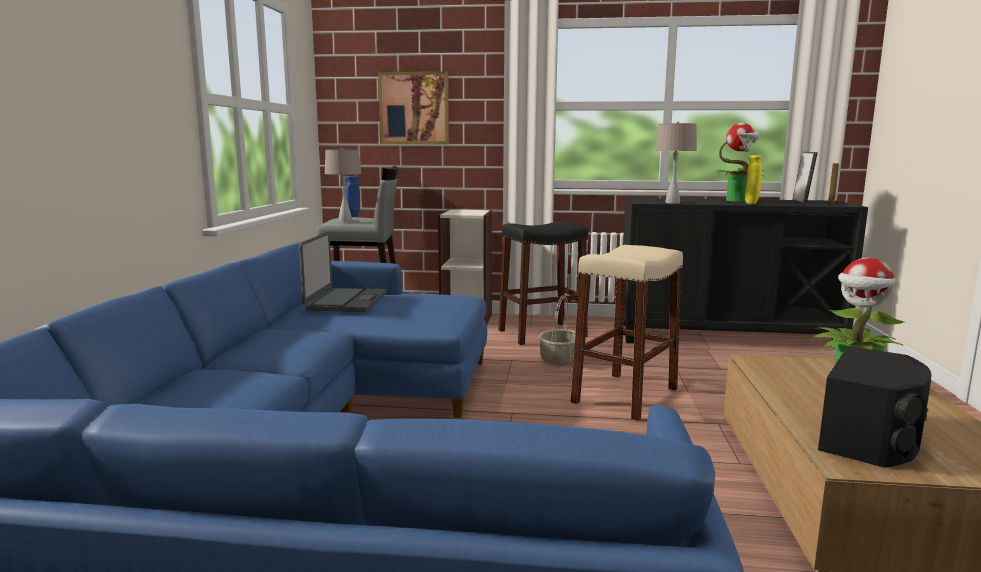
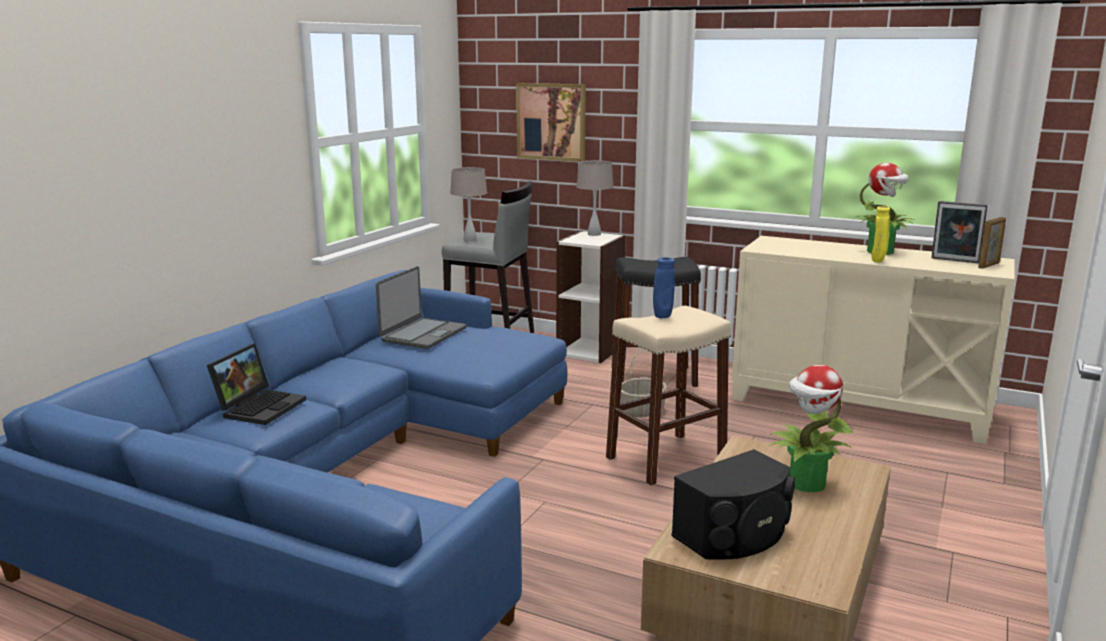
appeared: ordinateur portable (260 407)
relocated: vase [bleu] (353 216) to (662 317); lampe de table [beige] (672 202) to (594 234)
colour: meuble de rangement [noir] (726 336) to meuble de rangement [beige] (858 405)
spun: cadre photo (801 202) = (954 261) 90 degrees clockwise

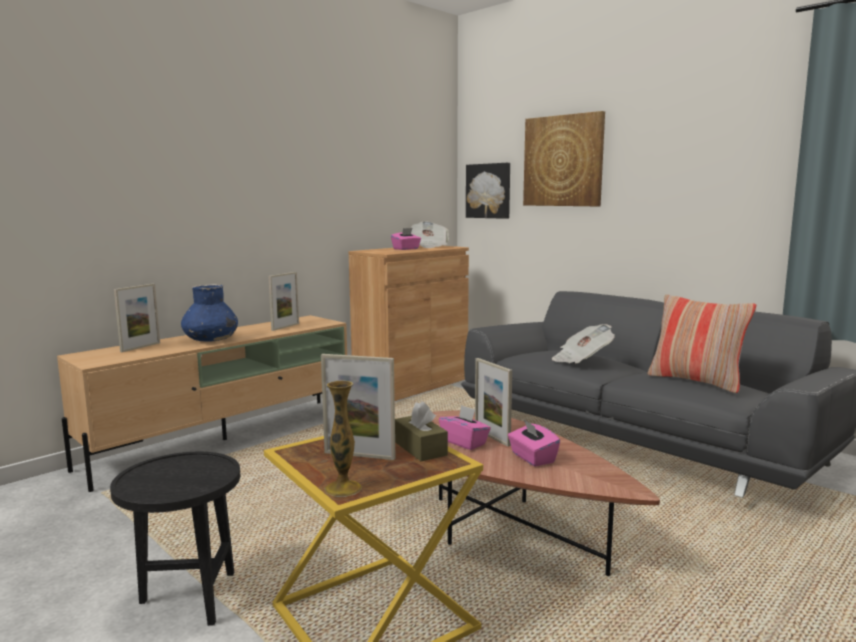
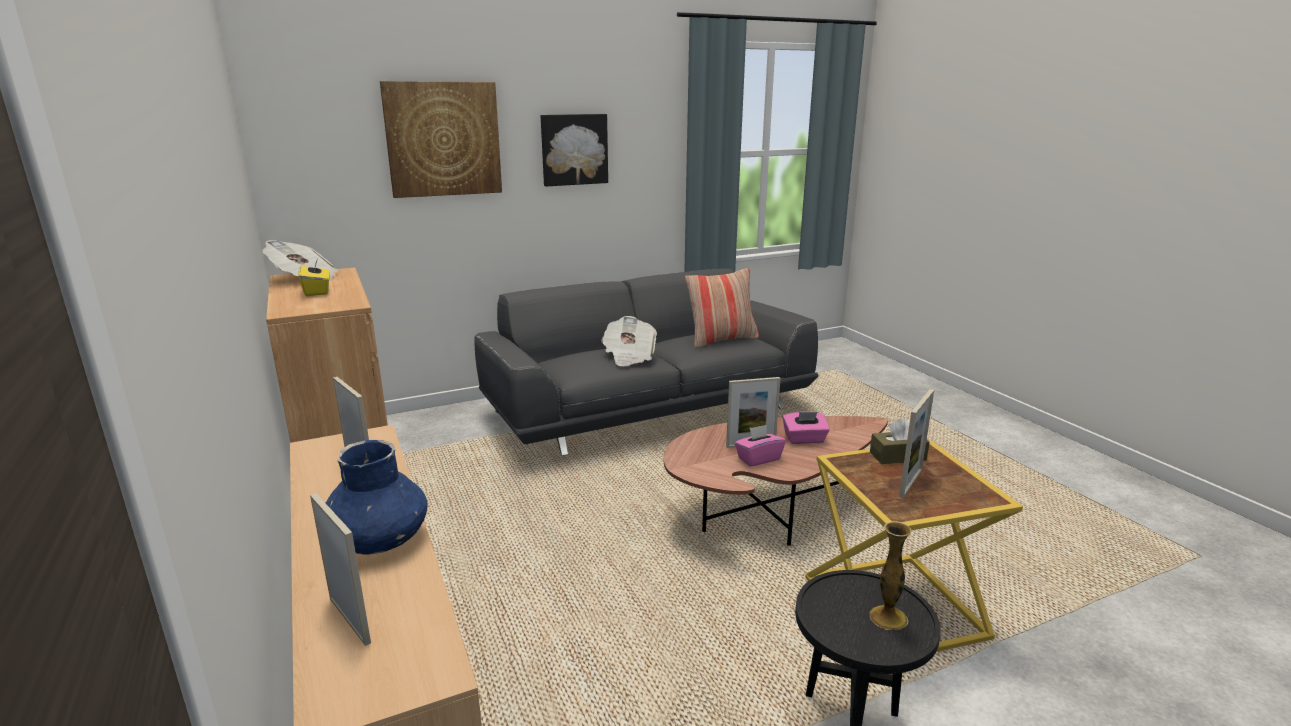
relocated: vase (343 488) to (888 617); tableau (489 191) to (574 149)
colour: boîte à mouchoirs [rose] (406 249) to boîte à mouchoirs [jaune] (317 291)

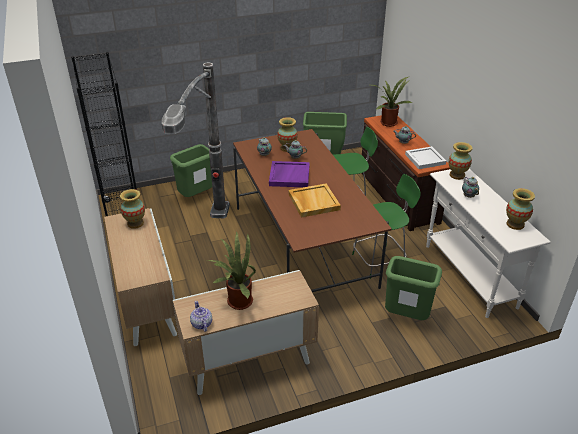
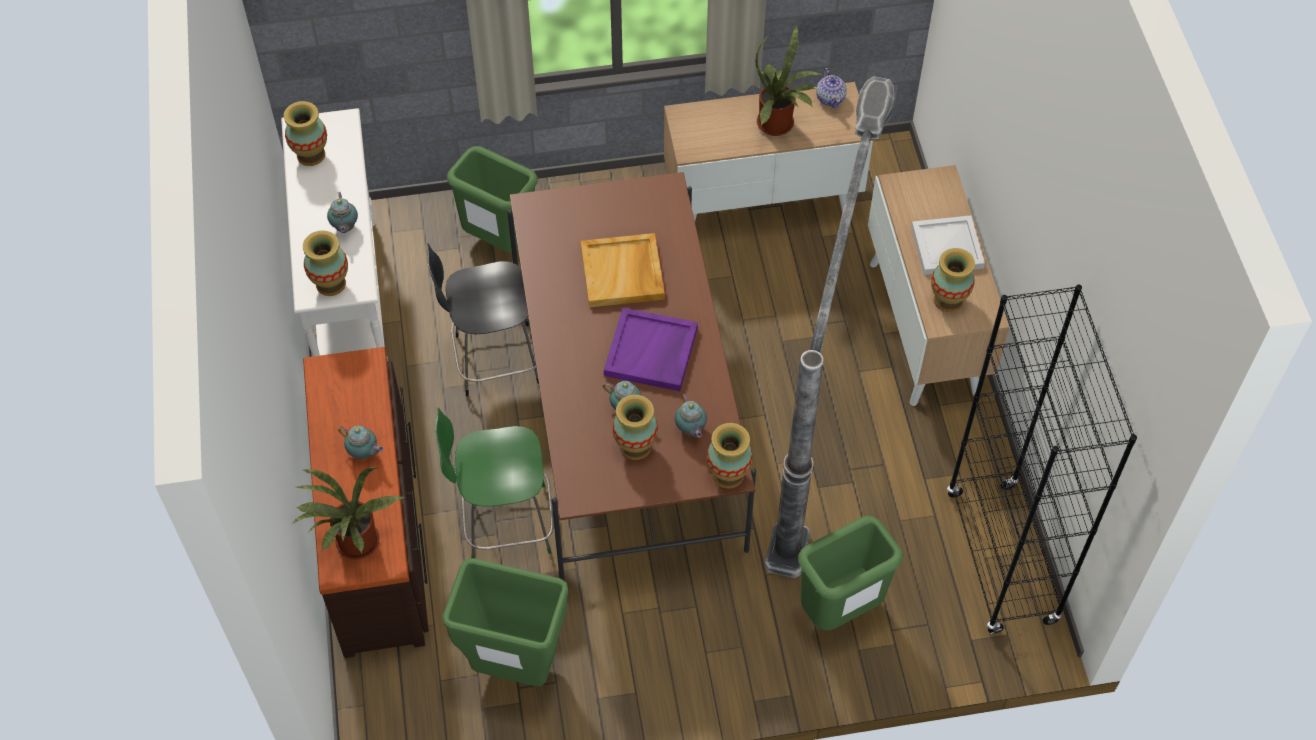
appeared: vase (728 474)
relocated: plateau [blanc] (424 159) to (947 246)
colour: chaise [vert] (380 261) to chaise [noir] (493 360)

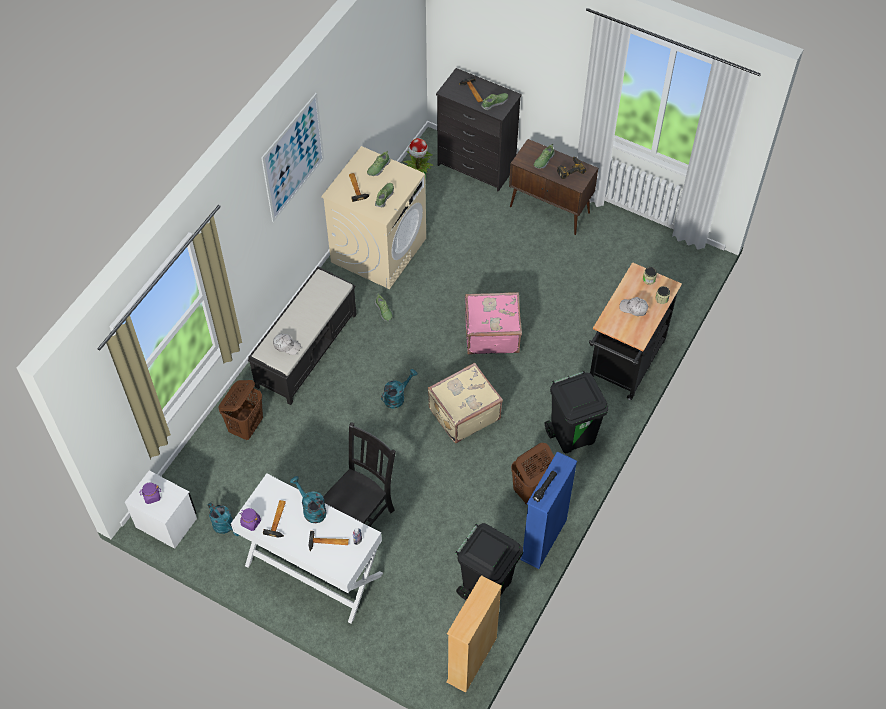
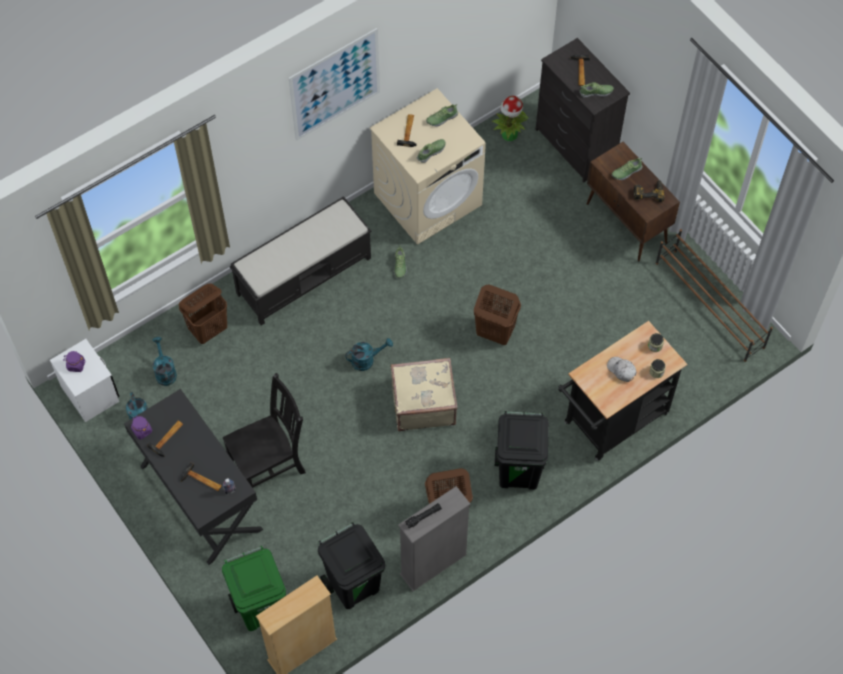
missing: casquette [blanc] (286 346)
appeared: poubelle [vert] (261 608); étagère à chaussures [marron] (709 305)
relocated: arrosoir [turquoise] (311 509) to (164 371)
exchanged: valise [rose] (491 333) to panier à linge [marron] (494 332)
colour: bureau [blanc] (313 570) to bureau [noir] (200 498); bibliothèque [bleu] (544 539) to bibliothèque [gris] (433 564)

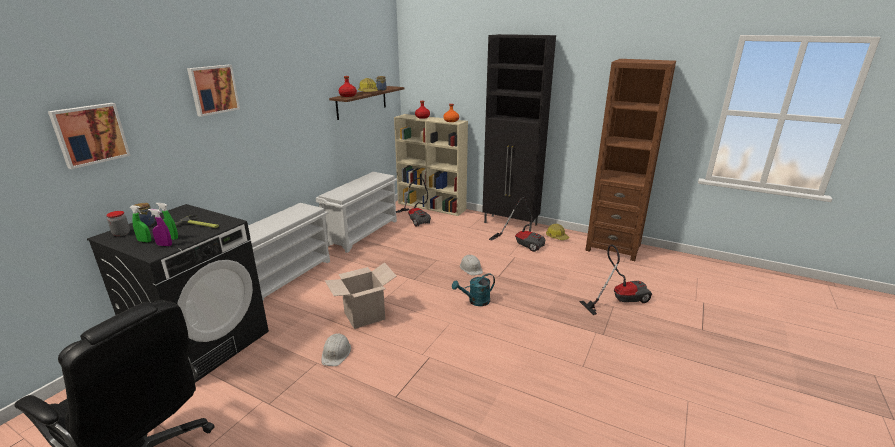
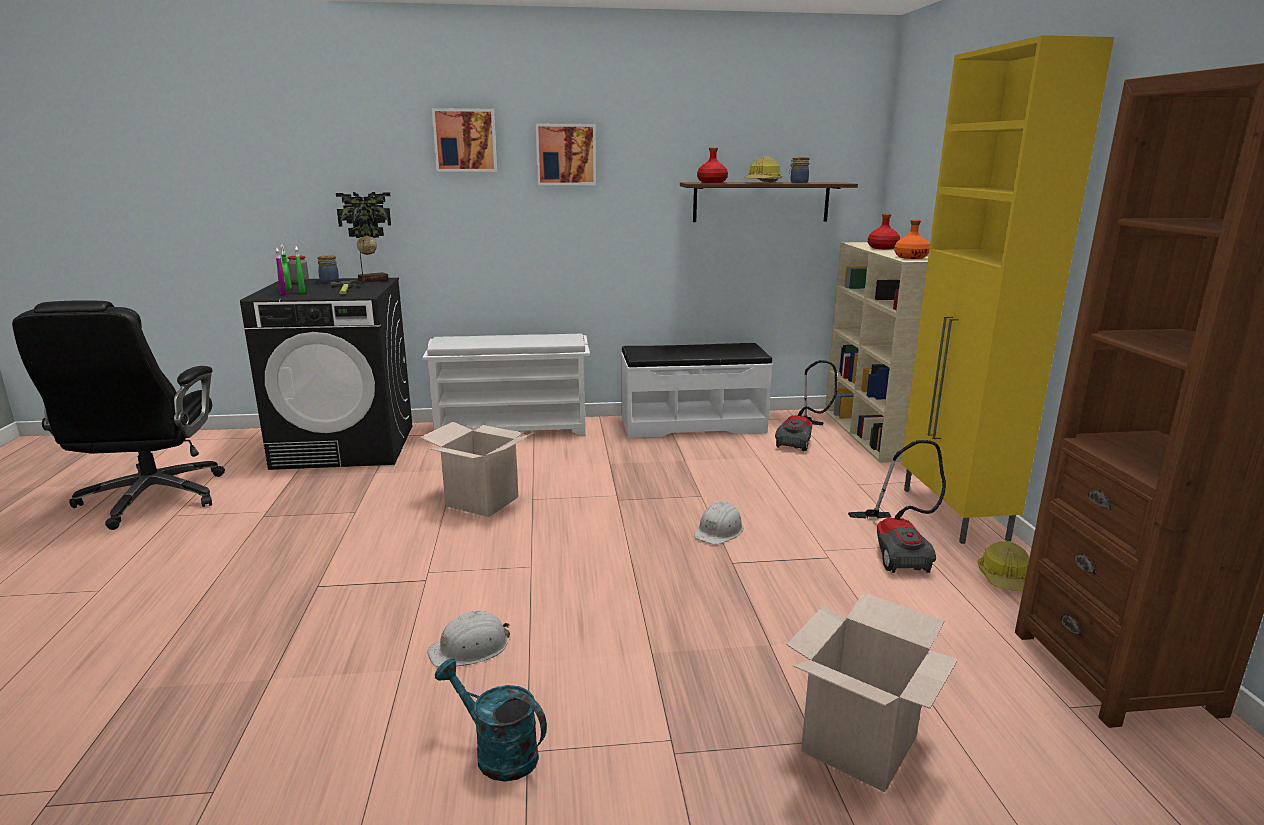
appeared: plante en pot (372 280)
relocated: tableau (90 134) to (566 154); casque de chantier [blanc] (336 353) to (470 648); arrosoir [turquoise] (475 301) to (497 752)
exchanged: étagère à chaussures [blanc] (362 232) to banc [blanc] (692 424); aspirateur (619 299) to carton (859 744)
colour: meuble de rangement [noir] (511 224) to meuble de rangement [jaune] (953 514)

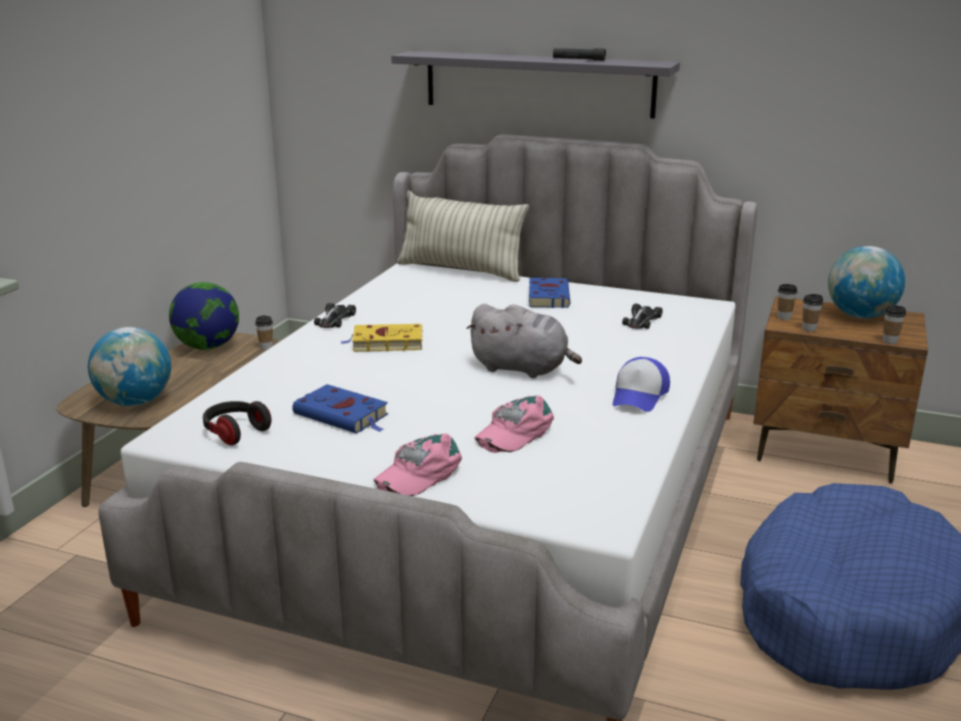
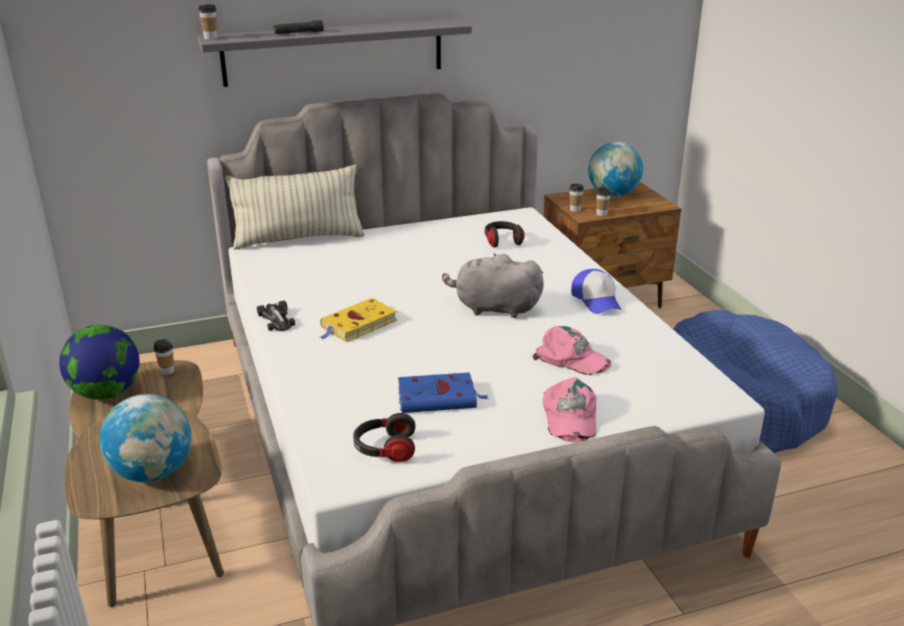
missing: livre [bleu] (548 296)
relocated: lampe de poche [noir] (578 60) to (298 33); tasse (890 341) to (210 38)
exchanged: petite voiture (641 320) to casque audio (502 241)
spun: peluche [gris] (523 369) = (493 308) 150 degrees counterclockwise; casquette [rose] (514 432) = (571 359) 60 degrees counterclockwise

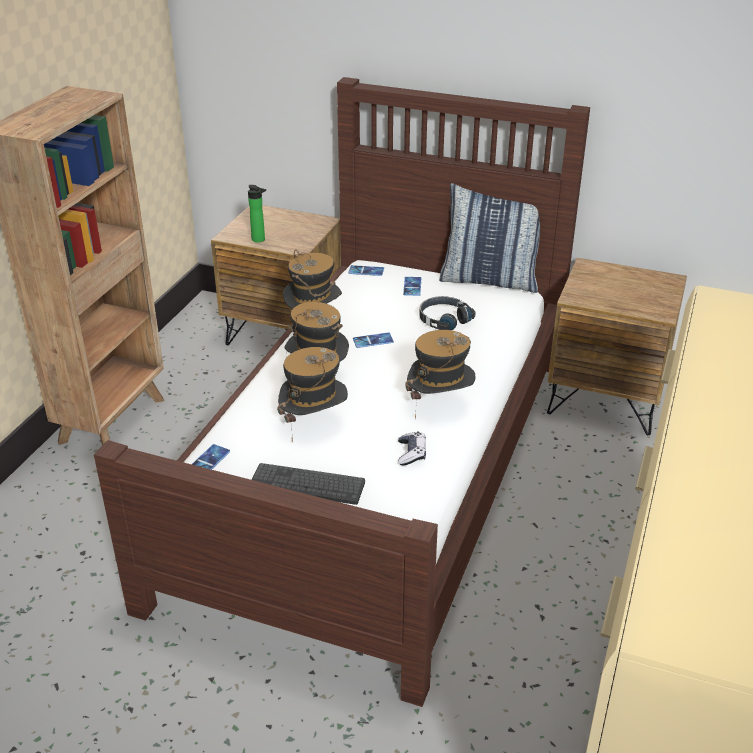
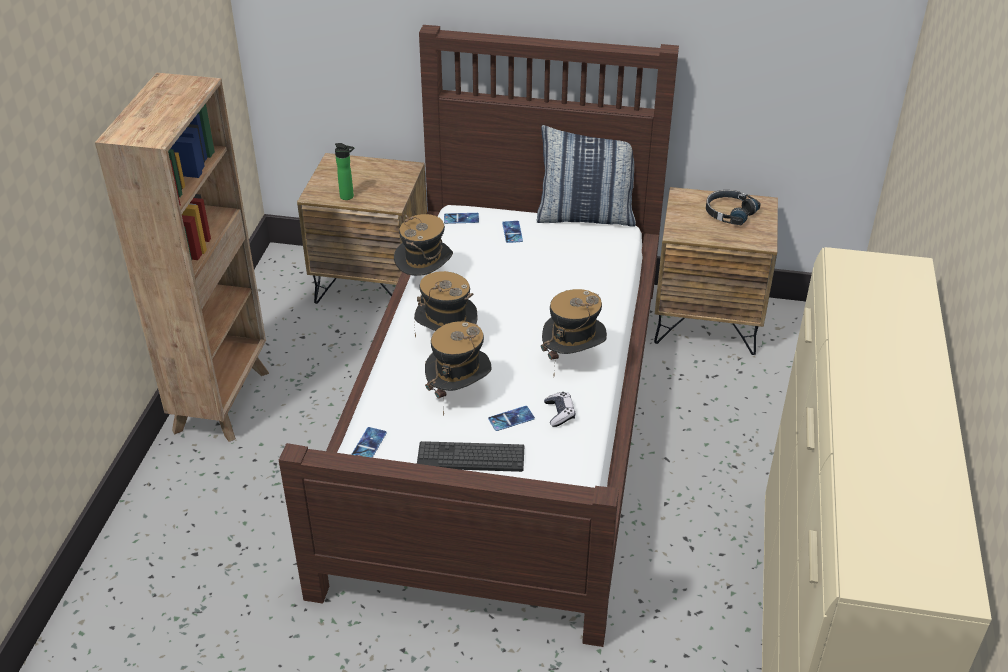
relocated: téléphone (373 340) to (511 418); casque audio [noir] (443 319) to (729 213)

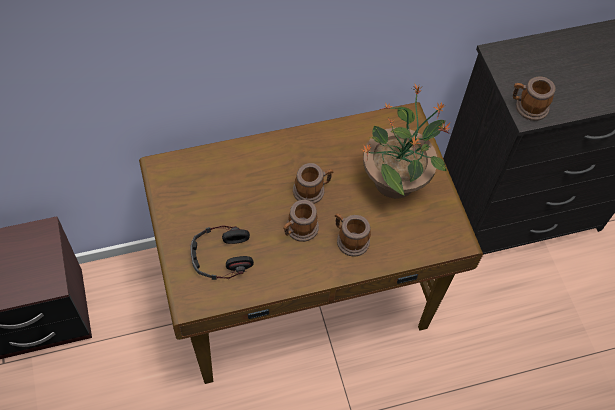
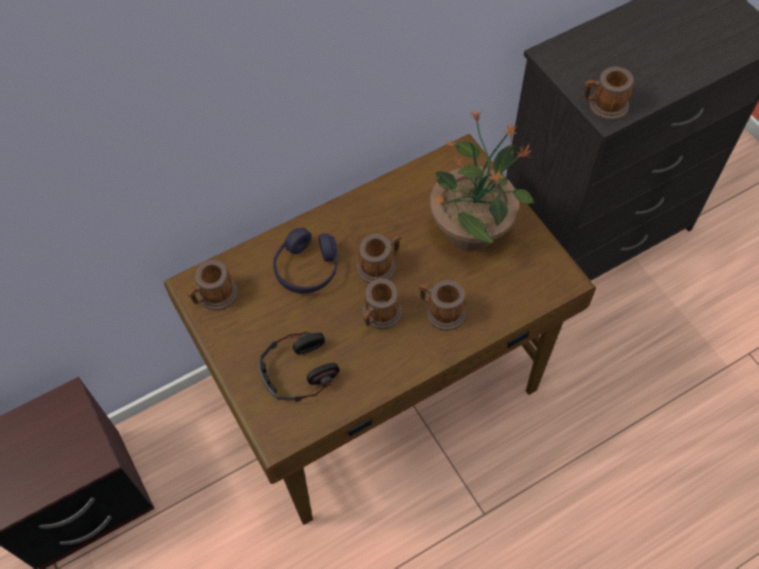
appeared: mug (214 297); casque audio [violet] (307 268)

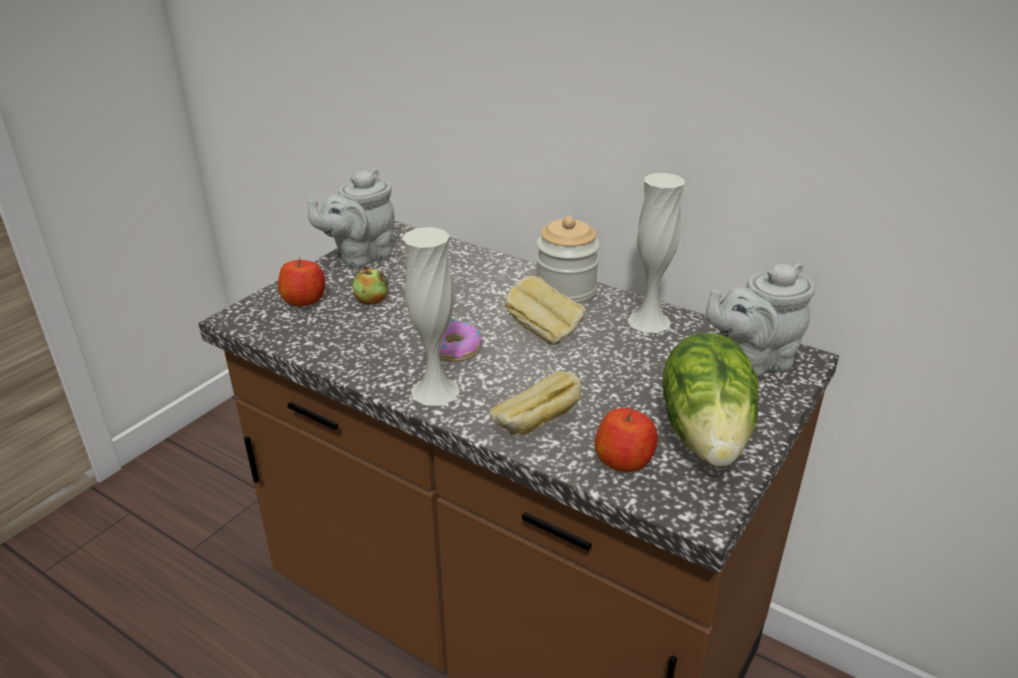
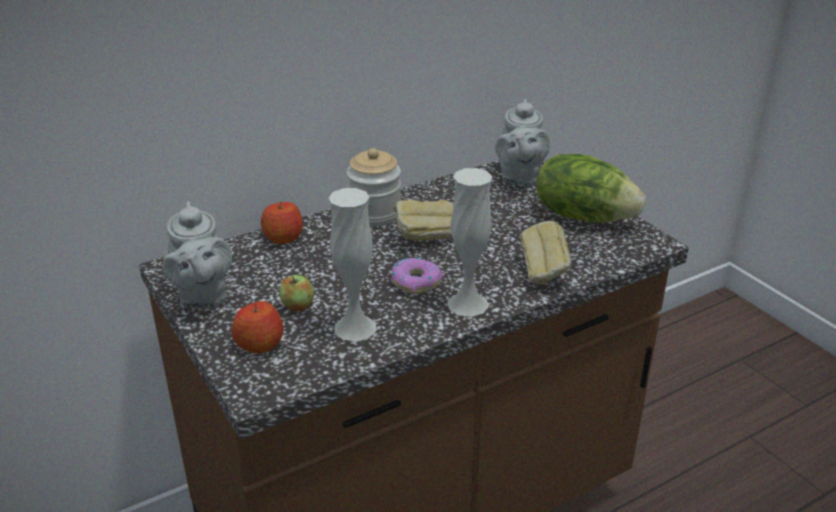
relocated: pomme (624 460) to (283 238); vase [blanc] (649 321) to (355 327)

